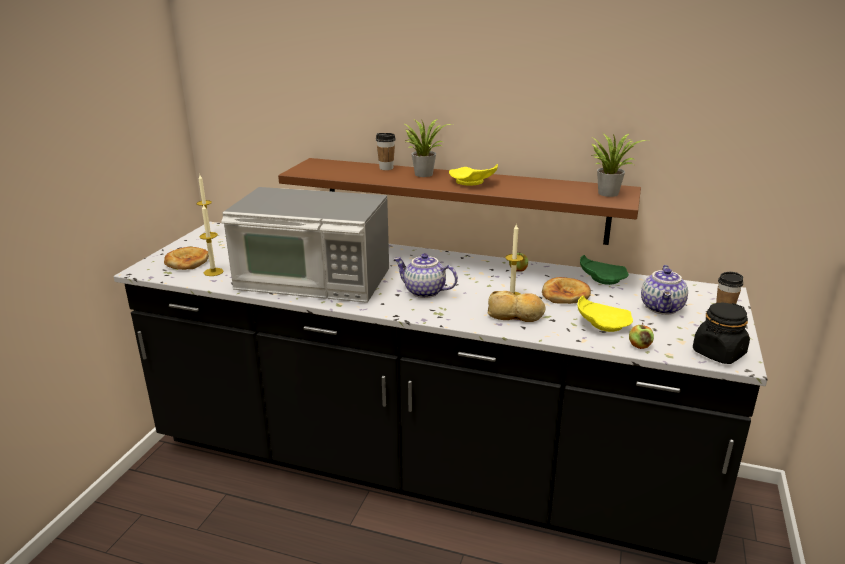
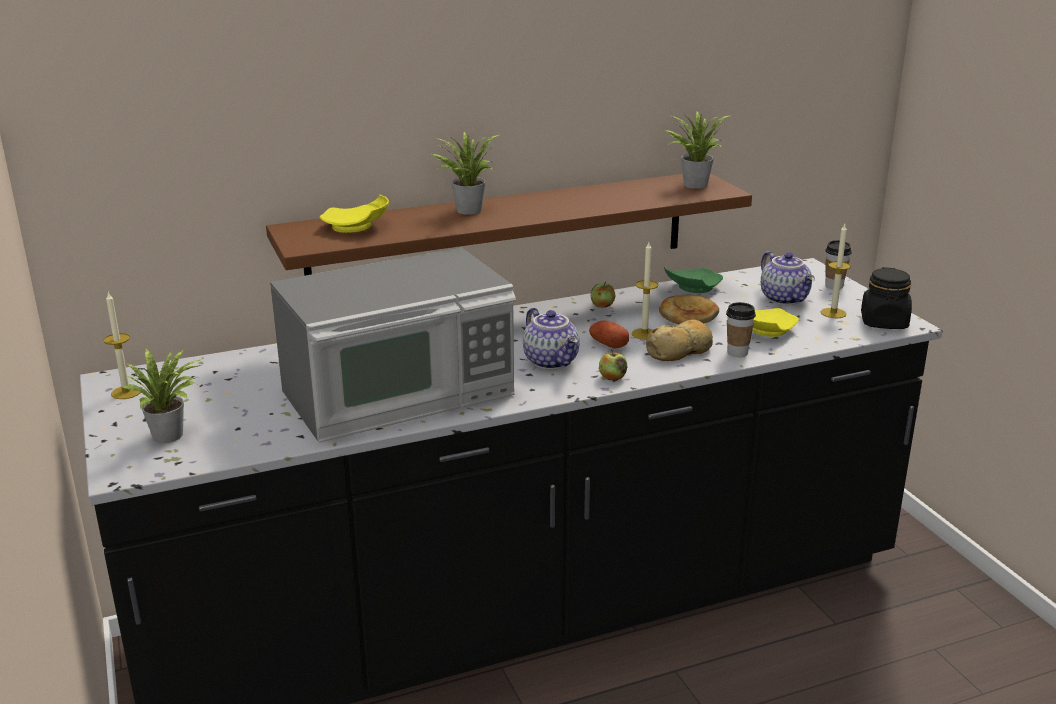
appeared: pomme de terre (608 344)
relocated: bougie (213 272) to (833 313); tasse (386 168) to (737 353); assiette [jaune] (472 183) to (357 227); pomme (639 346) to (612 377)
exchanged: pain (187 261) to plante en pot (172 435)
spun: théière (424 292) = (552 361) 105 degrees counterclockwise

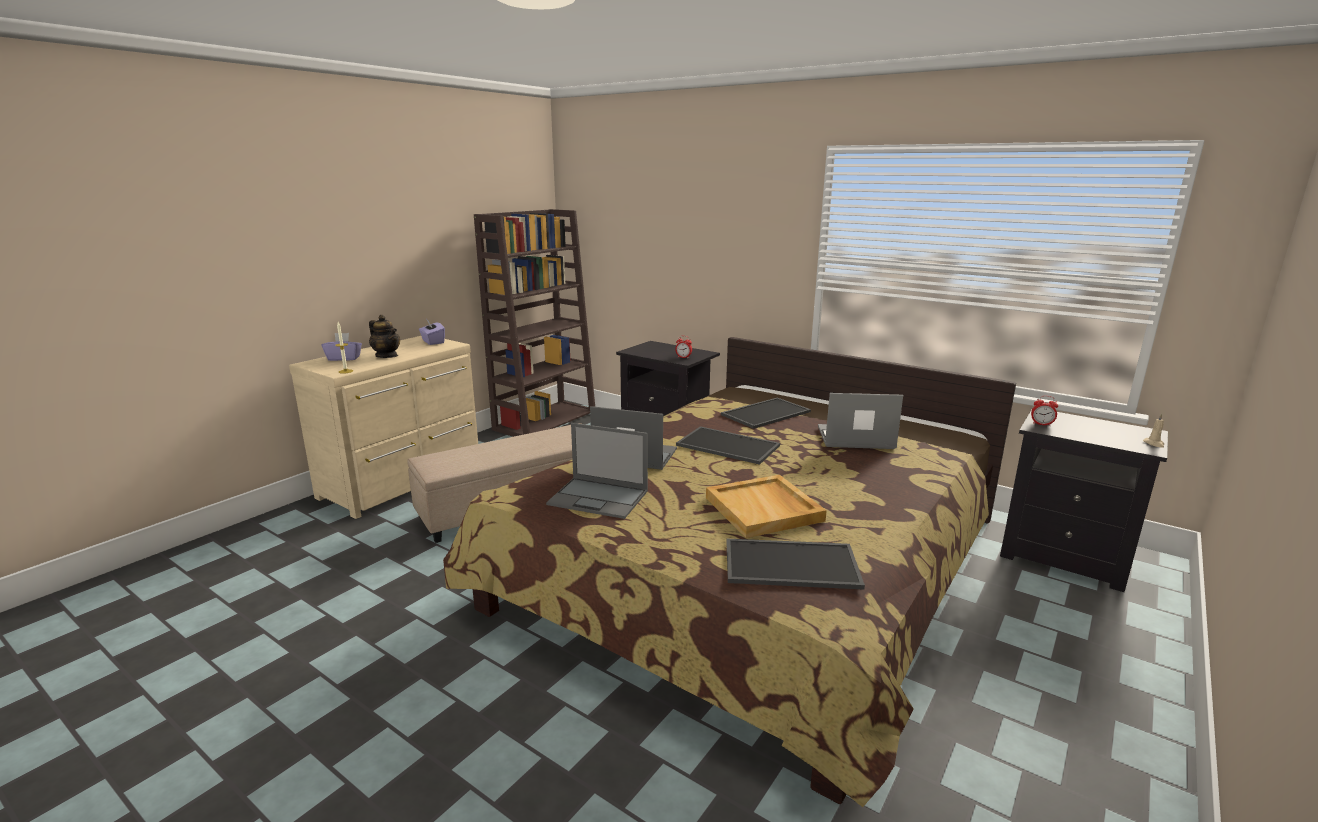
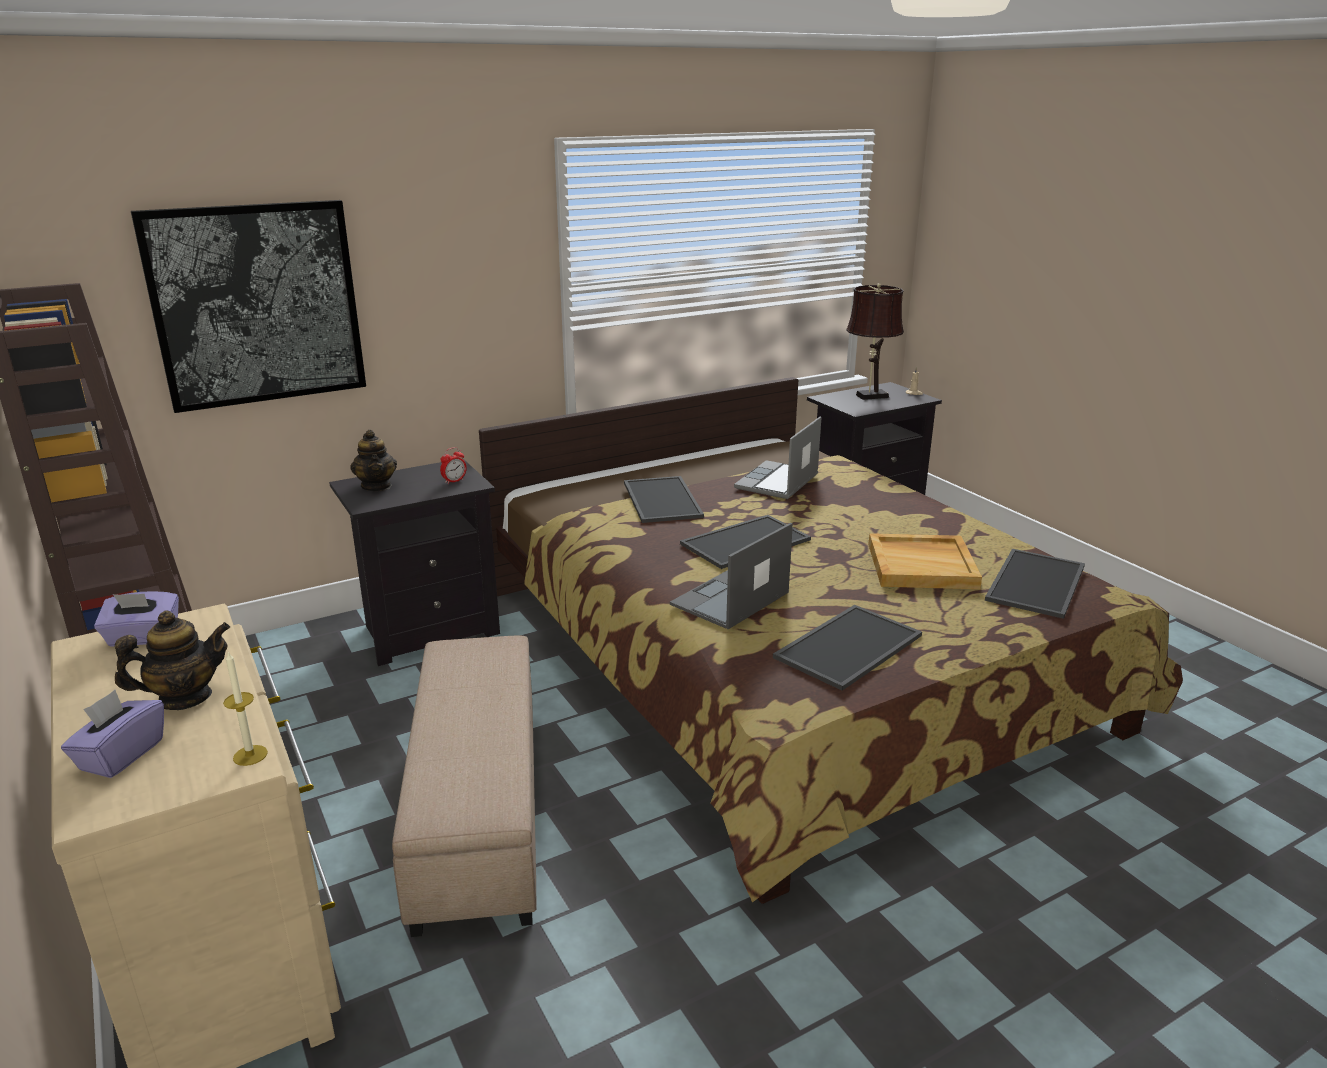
missing: réveil (1041 424)
appeared: tableau (257 304); théière (377 486); lampe de table [marron] (869 396)
exchanged: ordinateur portable (599 498) to plateau (847 645)

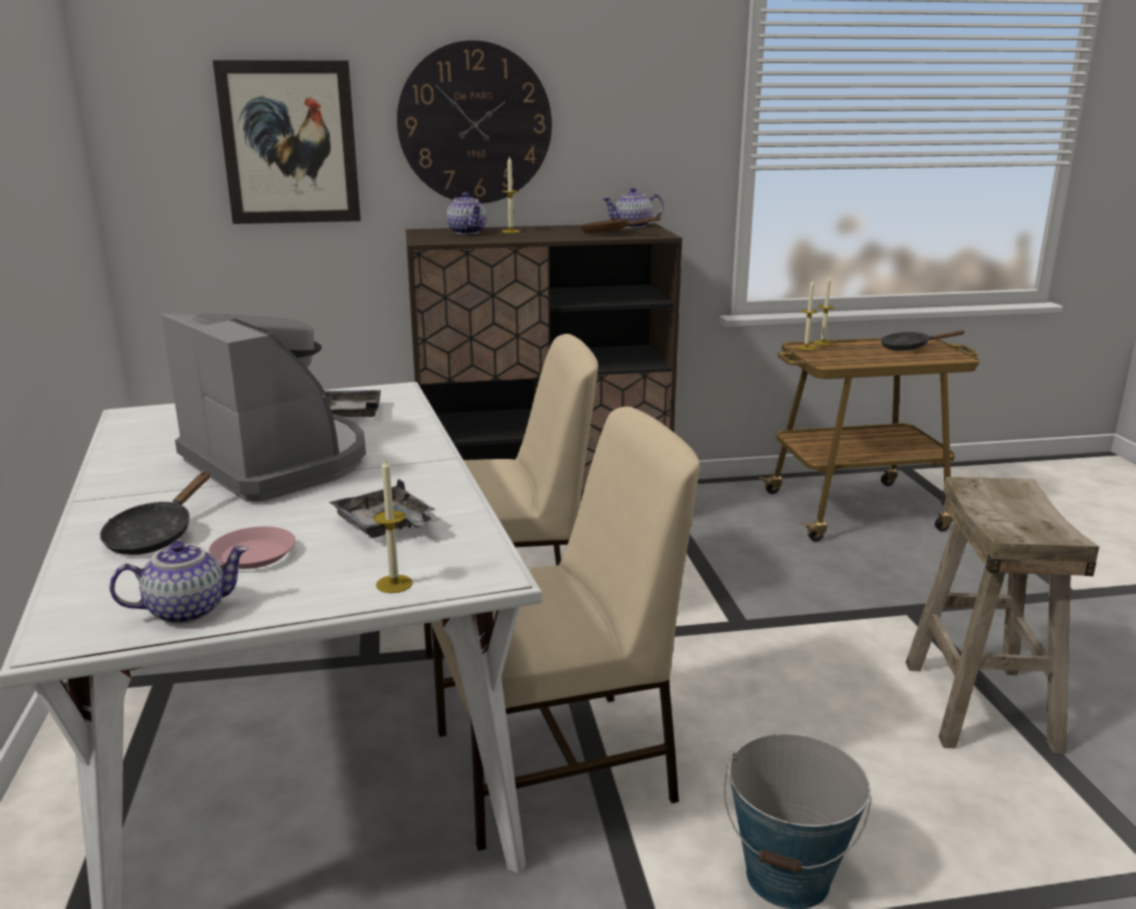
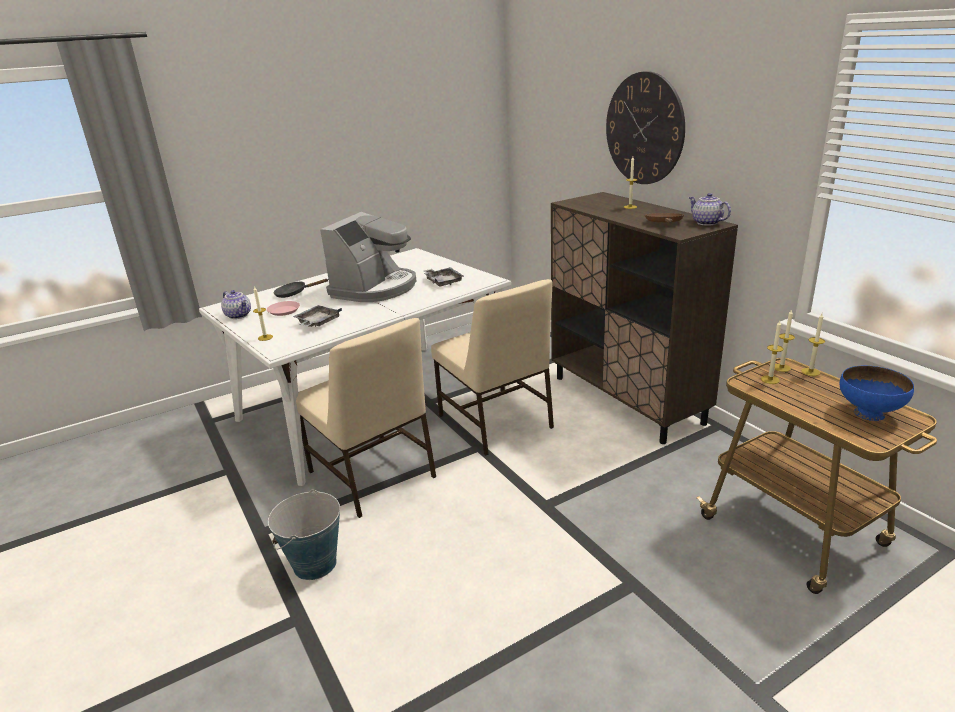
missing: tableau (290 143); théière (468 232); tabouret [beige] (981 705)
appeared: bougie (770 379)
exchanged: poêle [noir] (909 348) to bol [bleu] (869 413)

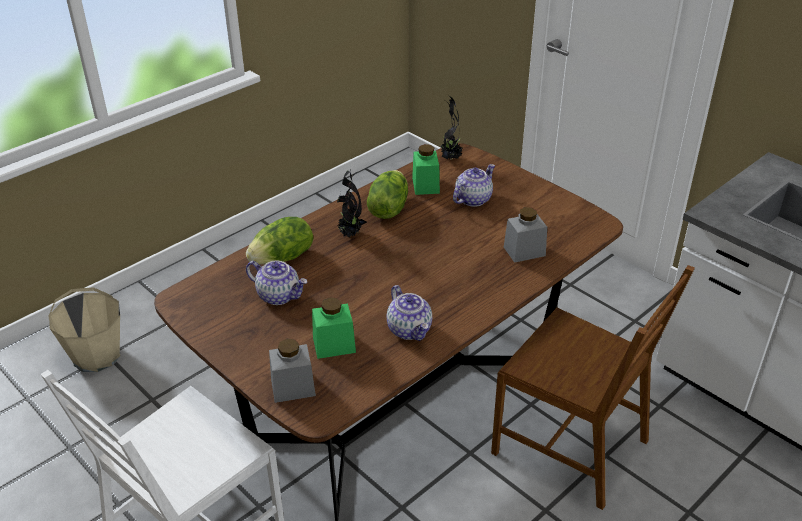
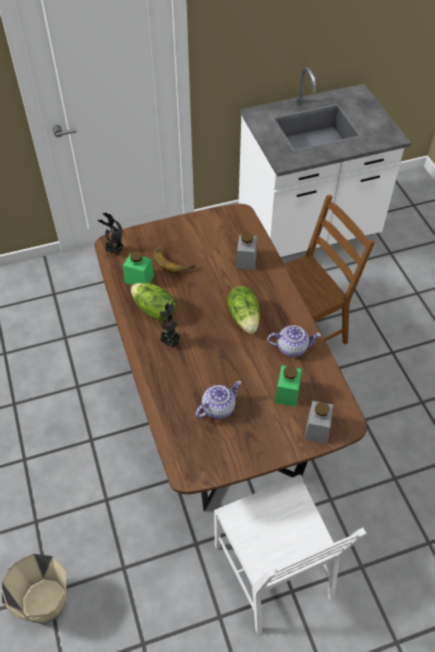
relocated: laitue (283 258) to (244 318)
exchanged: théière (473 199) to banane (173 261)

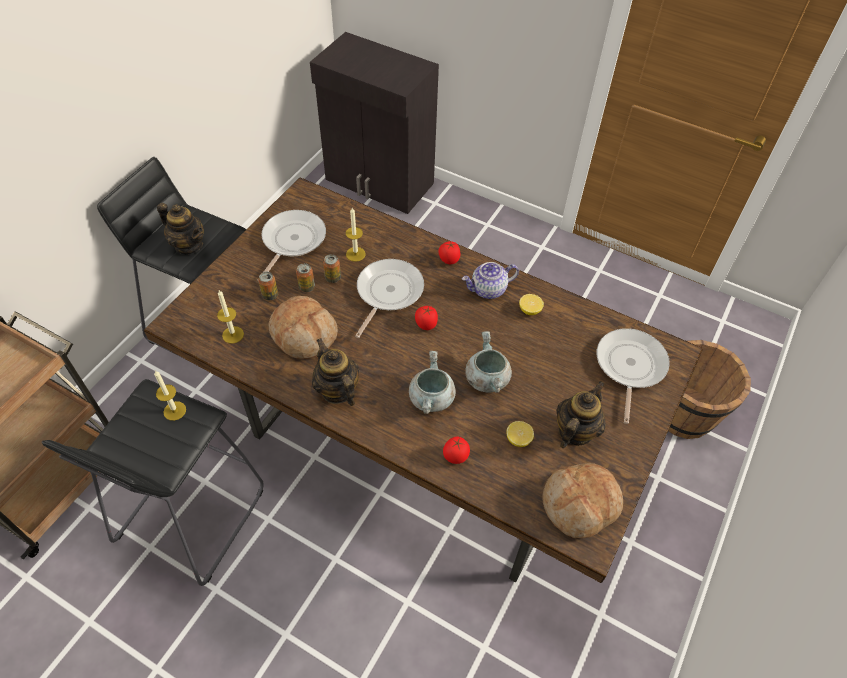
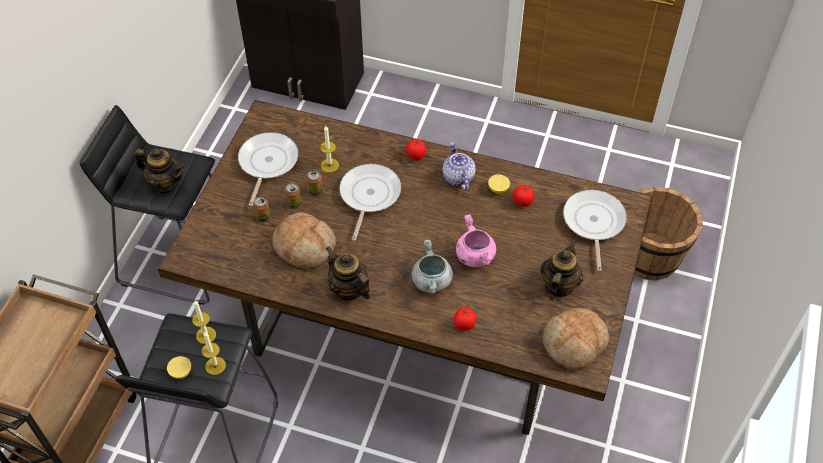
relocated: bougie (233 334) to (215 366); tomate (426 325) to (522 202); citron (518 439) to (181 372)
colour: marmite [gris] (486 379) to marmite [rose] (475 256)
spun: théière (488 290) = (457 177) 105 degrees clockwise

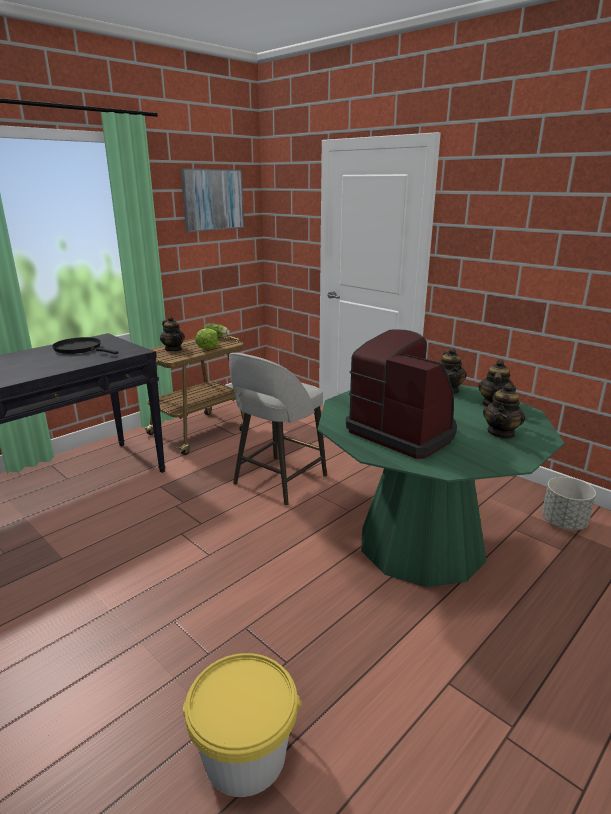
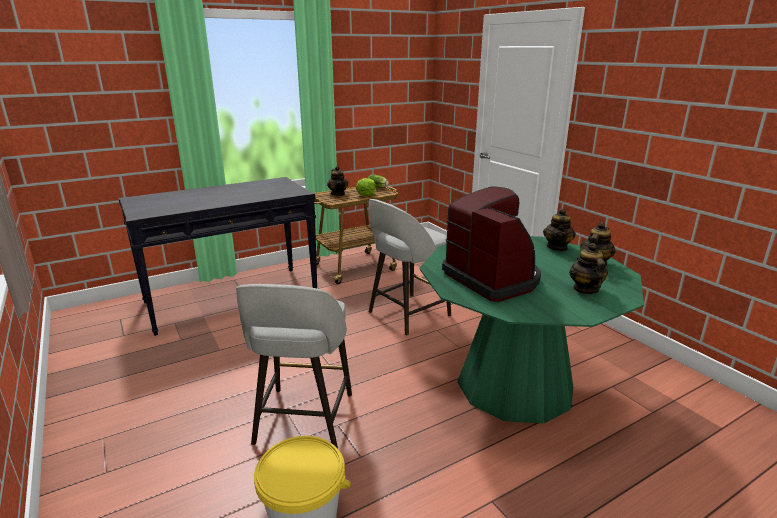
missing: poêle [noir] (80 349); tableau (212 199); cache-pot [gris] (564 523)
appeared: tabouret [gris] (303 420)
spun: théière (501 433) = (585 289) 135 degrees clockwise

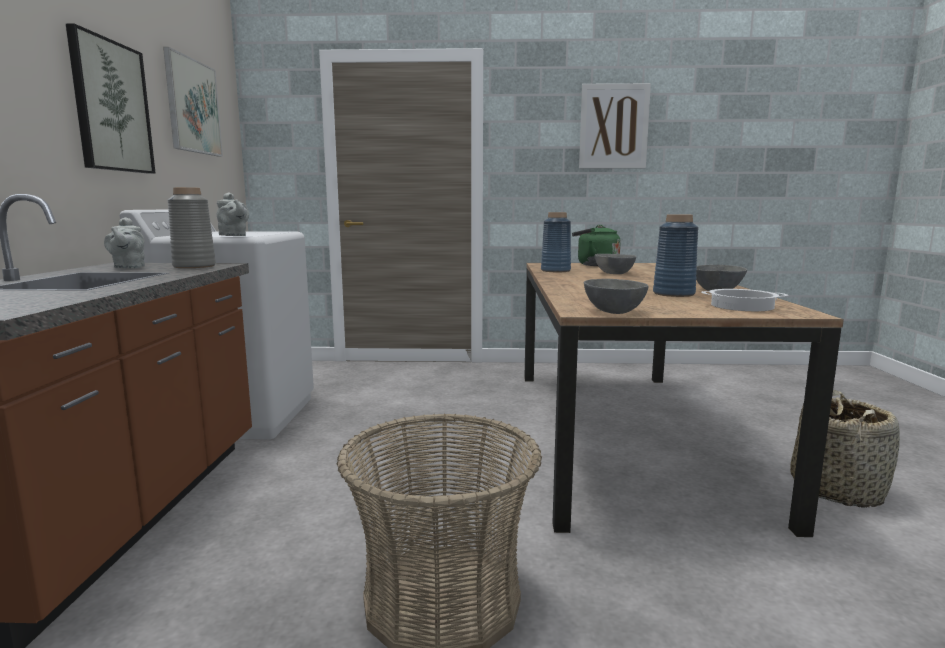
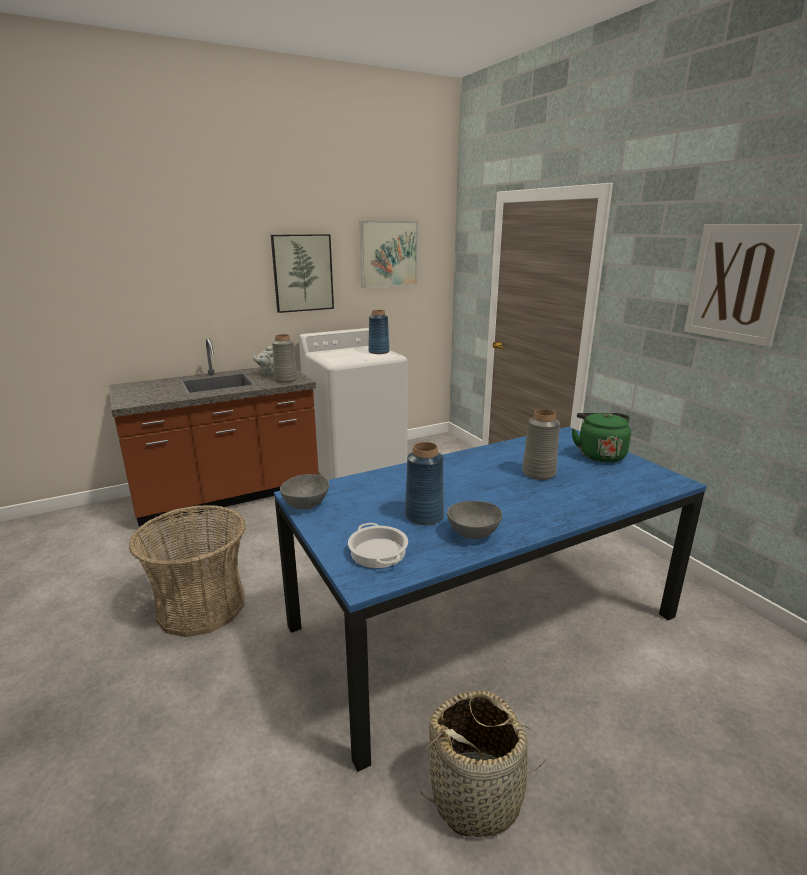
missing: théière [gris] (233 236)
relocated: vase [bleu] (555 270) to (378 352)
exchanged: bol [gris] (613 273) to vase [gris] (538 473)
colour: table à manger [marron] (624 433) to table à manger [bleu] (483 622)

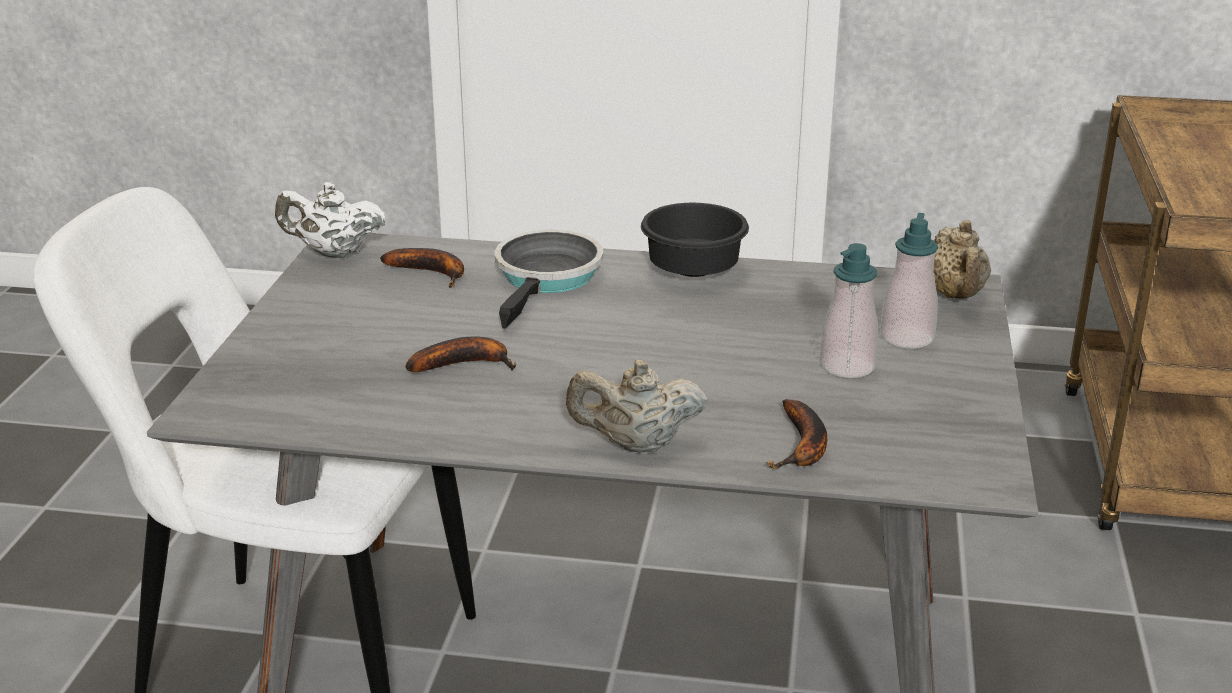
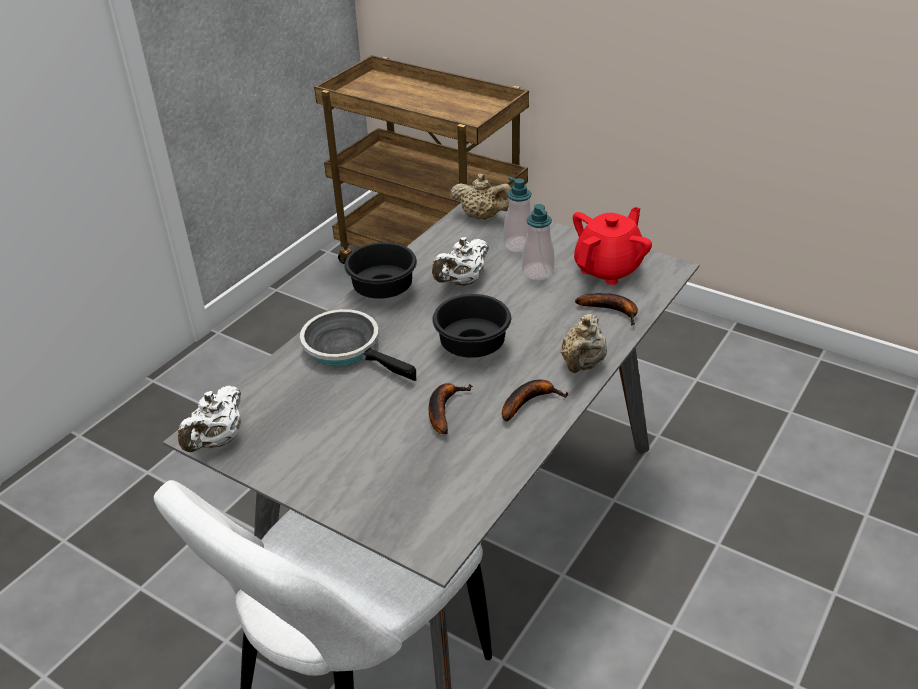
appeared: théière [blanc] (462 282); bol [noir] (474 345); théière [rouge] (608 269)
relocated: banane (432 272) to (529 401)

